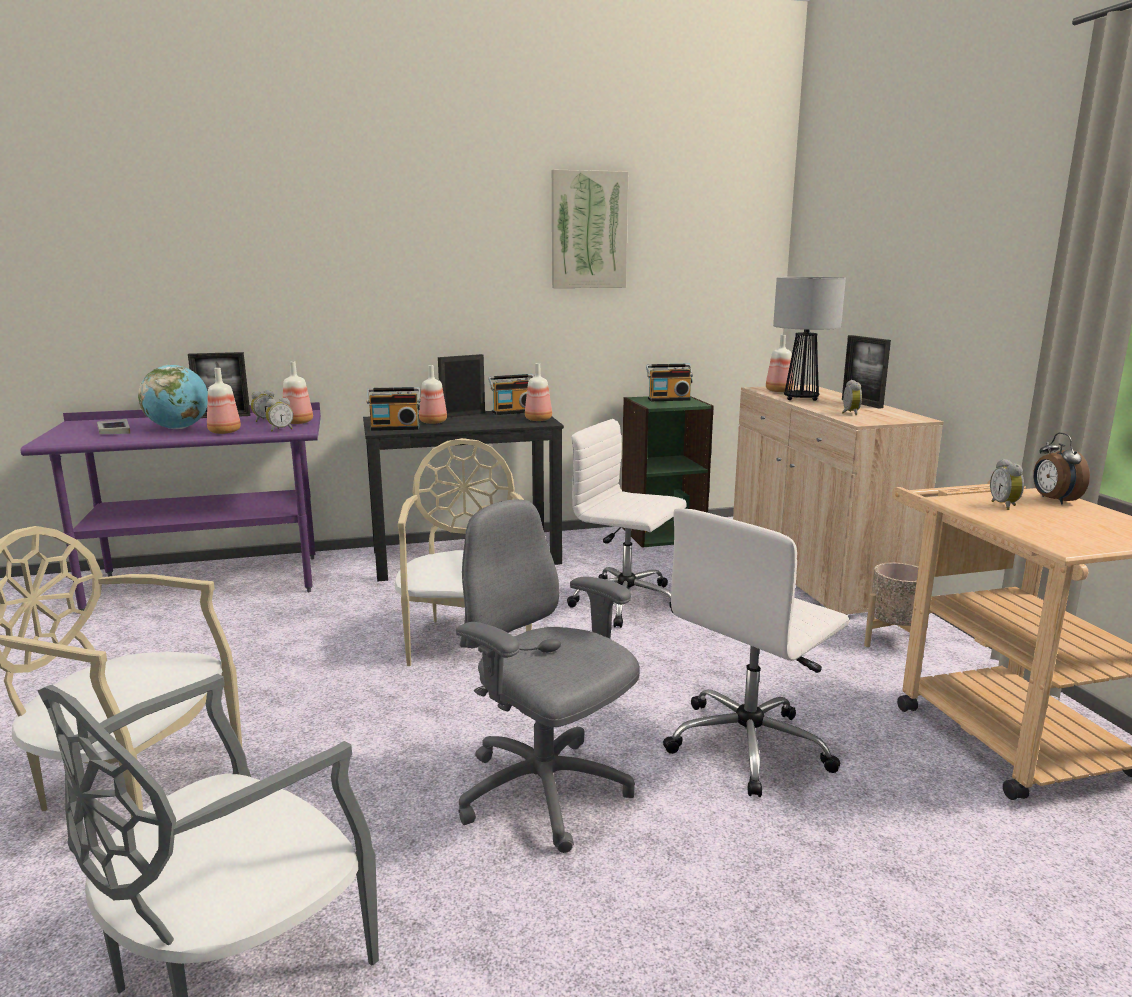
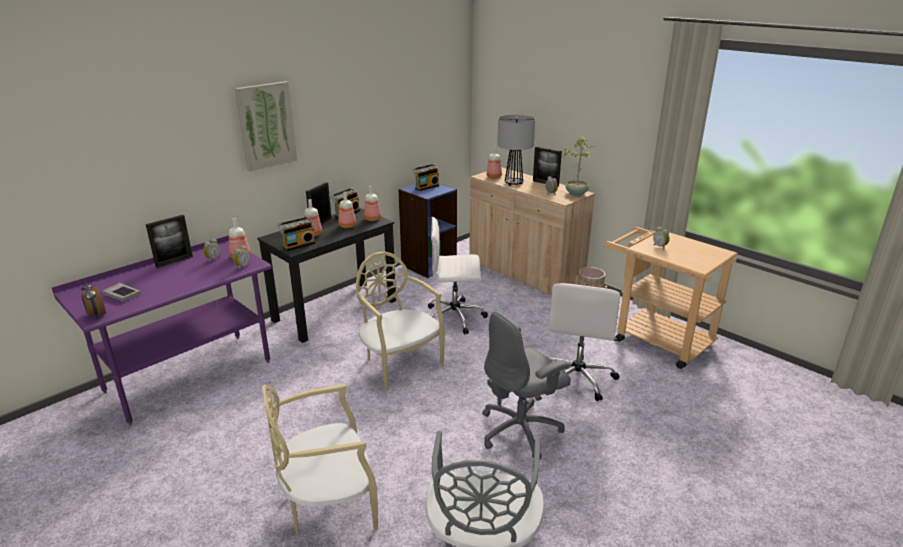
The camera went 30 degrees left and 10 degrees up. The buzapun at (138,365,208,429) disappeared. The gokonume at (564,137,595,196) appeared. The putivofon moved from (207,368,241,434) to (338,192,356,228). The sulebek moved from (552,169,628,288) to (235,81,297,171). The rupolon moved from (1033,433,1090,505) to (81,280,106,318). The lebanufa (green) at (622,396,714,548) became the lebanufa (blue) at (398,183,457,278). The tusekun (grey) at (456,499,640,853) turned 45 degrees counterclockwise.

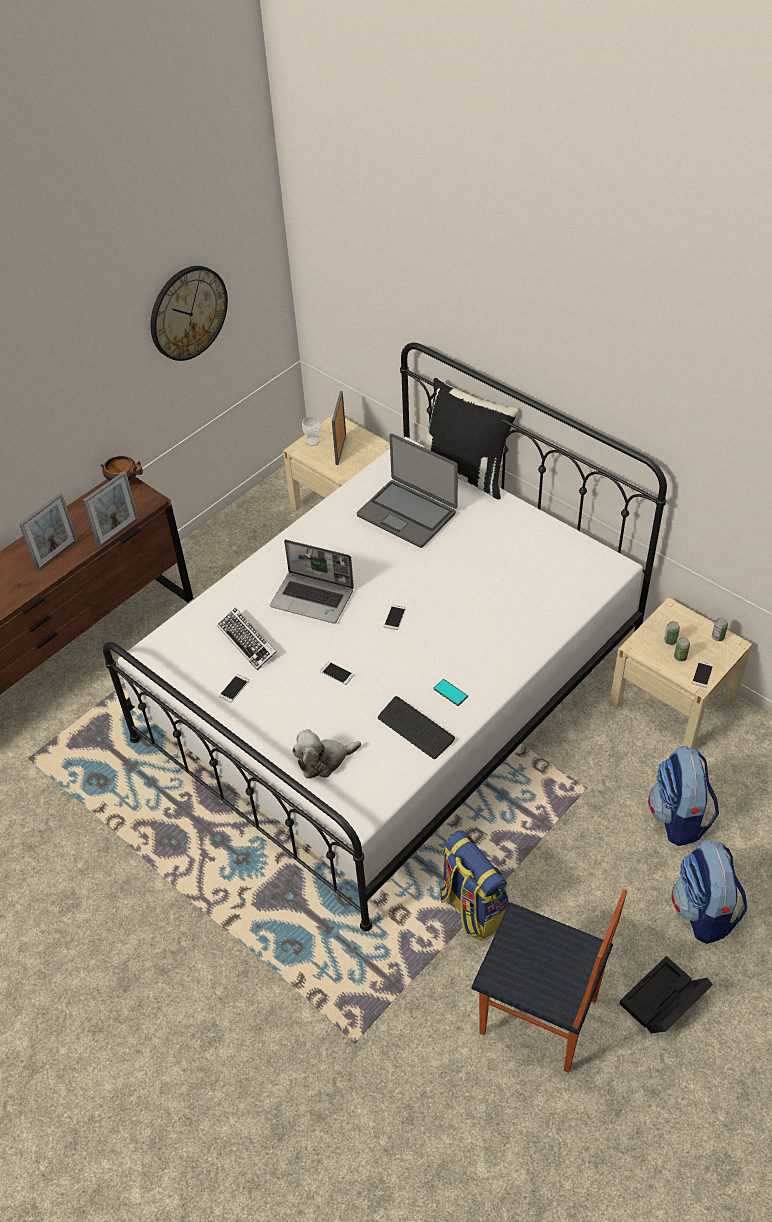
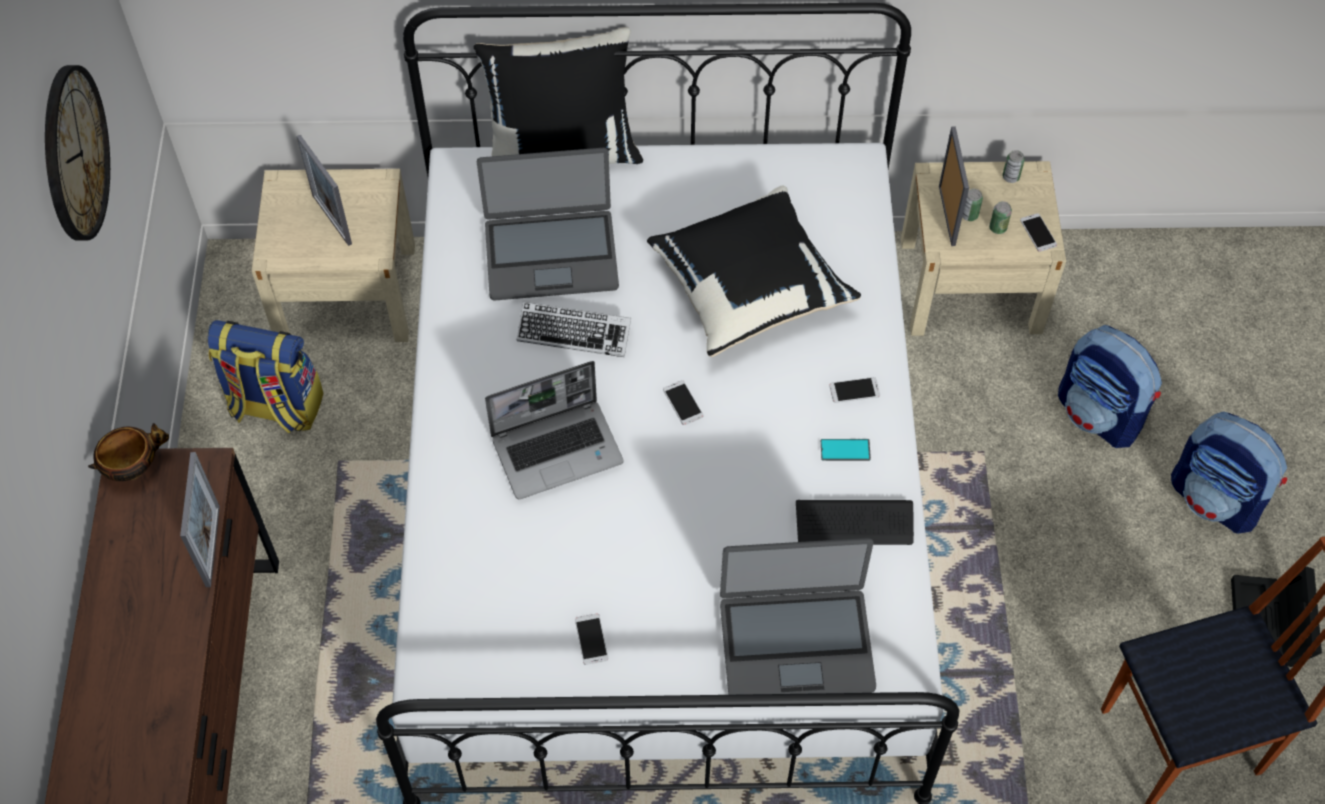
The camera went 45 degrees left and 10 degrees up. The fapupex at (302,416,321,446) disappeared. The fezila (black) at (647,186,861,357) appeared. The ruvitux moved from (19,492,77,571) to (939,126,969,246). The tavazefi moved from (217,607,277,670) to (517,302,631,357). The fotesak moved from (320,661,354,685) to (829,377,880,403). The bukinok moved from (440,830,509,941) to (208,320,324,433). The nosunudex at (292,729,361,778) was replaced by the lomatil at (720,538,876,695).

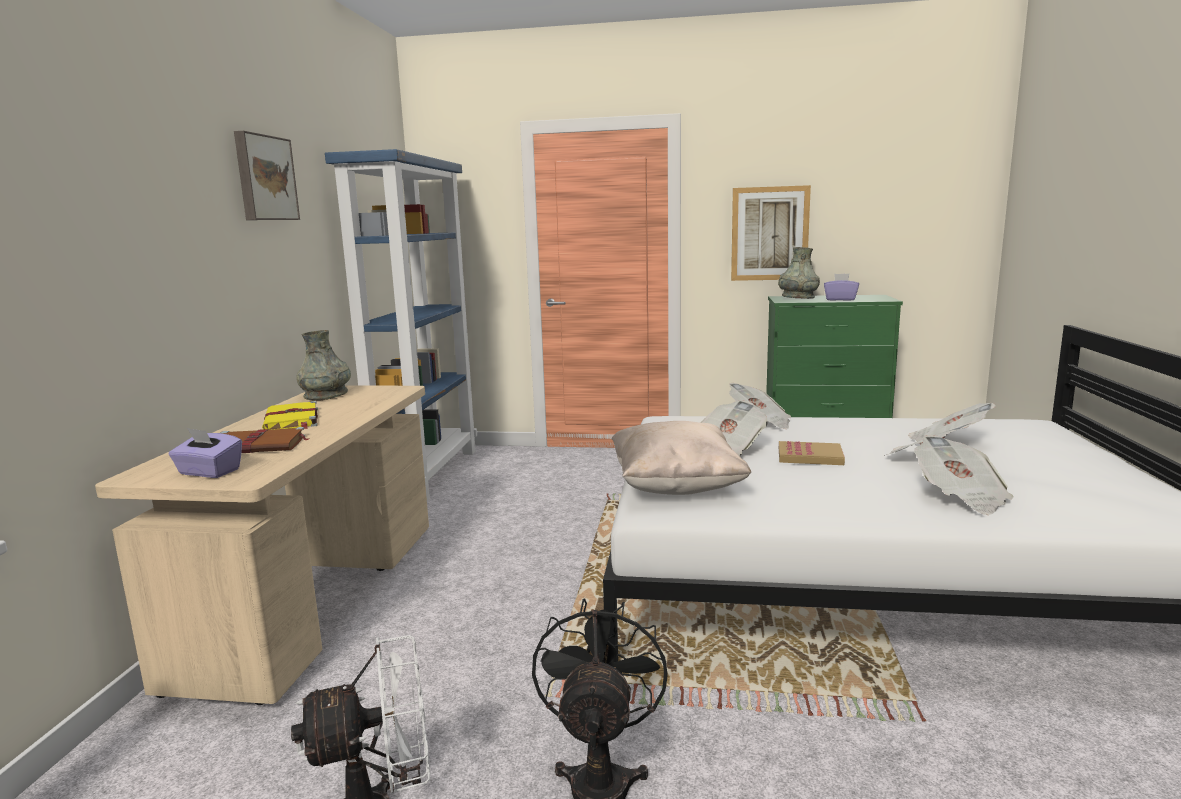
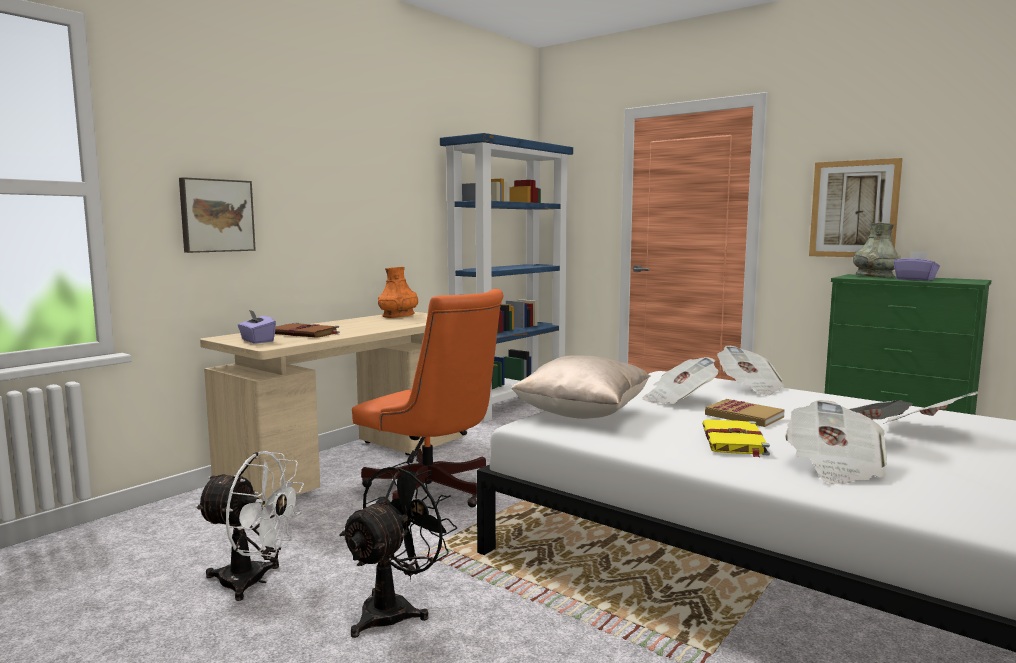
The camera went 30 degrees right and 5 degrees down. The tusekun (orange) at (352,289,504,508) appeared. The sulebek moved from (234,131,300,220) to (179,177,256,253). The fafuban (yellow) moved from (262,401,318,430) to (702,419,770,457). The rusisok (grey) at (296,330,351,400) became the rusisok (orange) at (378,267,418,318).

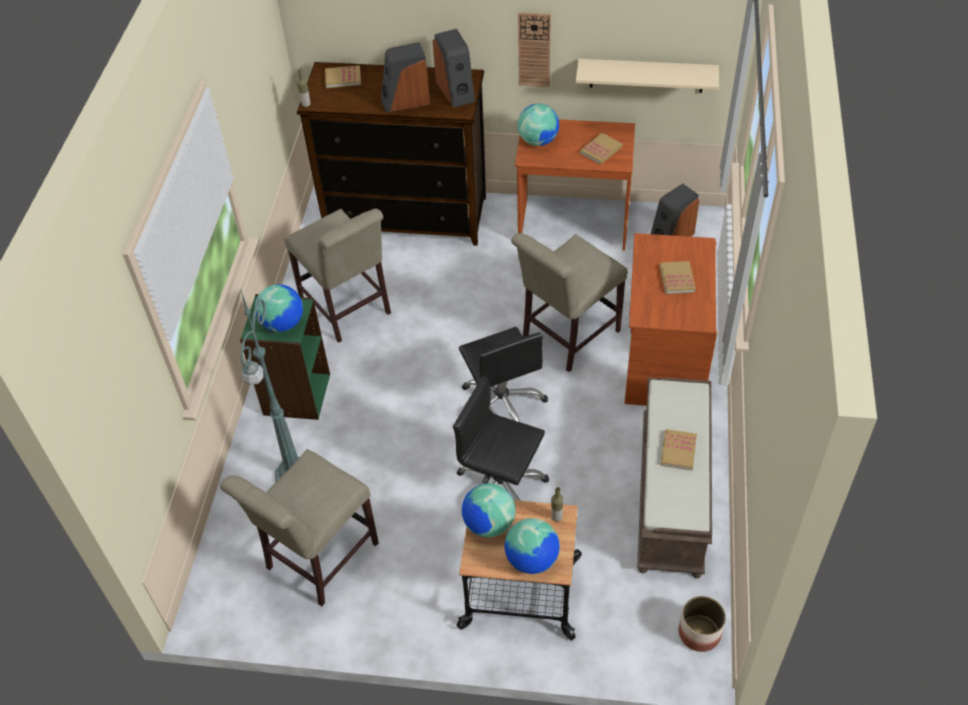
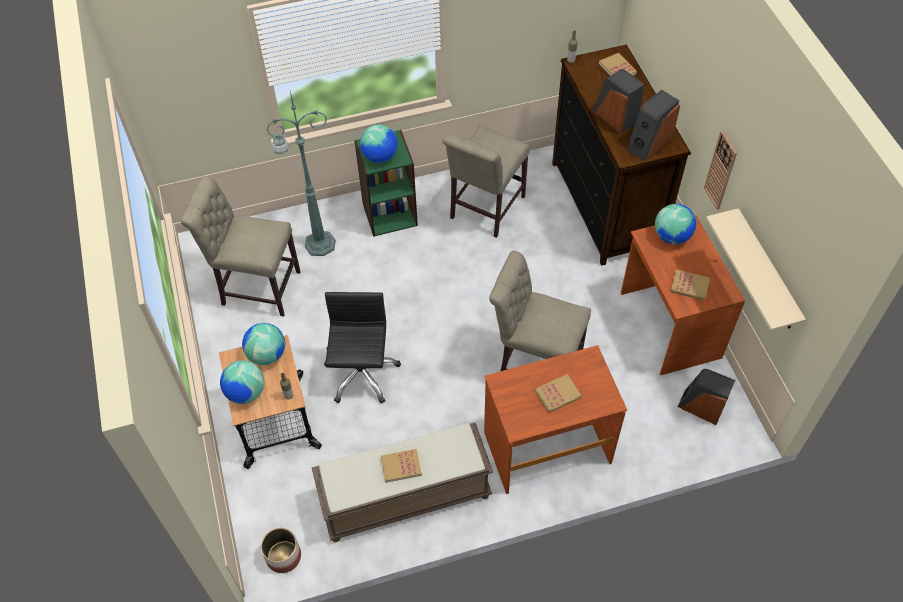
The camera went 65 degrees right and 5 degrees up. The tusekun (black) at (459,327,548,422) disappeared.

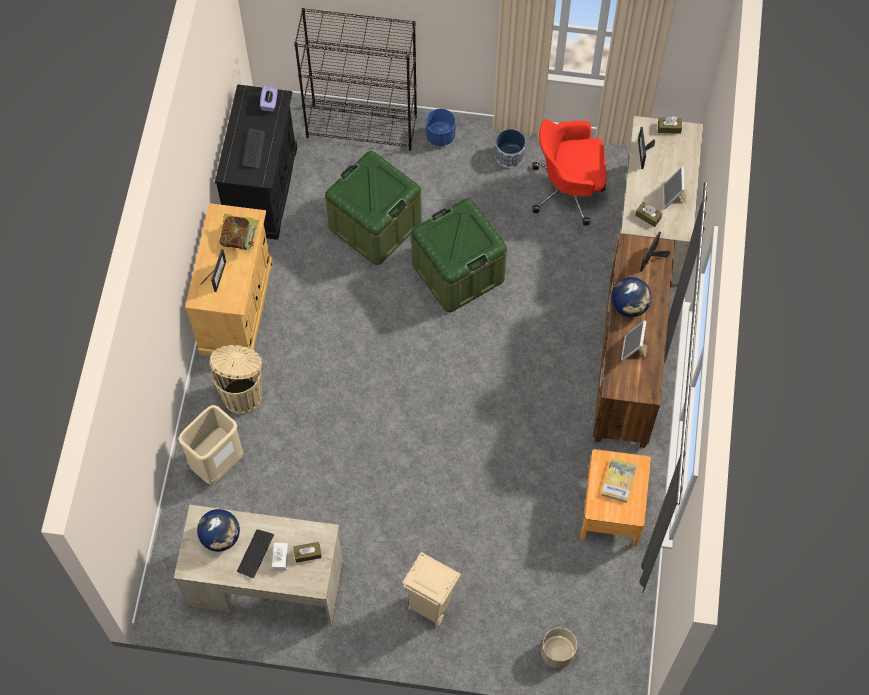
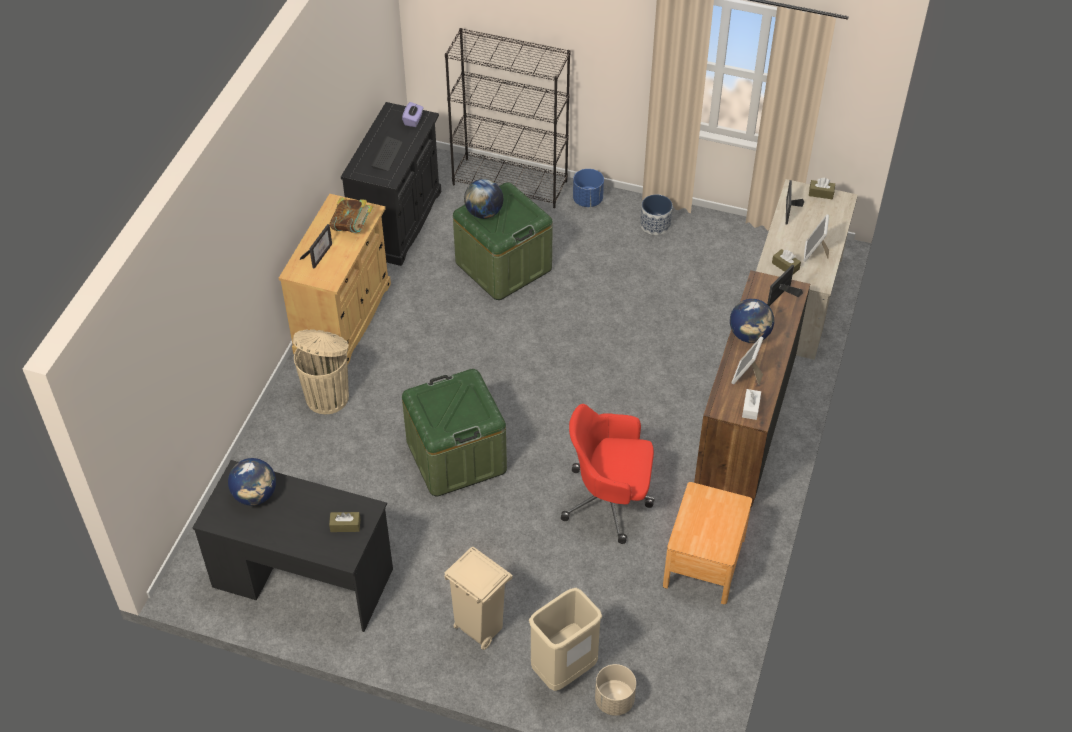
The camera went 10 degrees right and 15 degrees down. The tavazefi at (237,529,274,578) disappeared. The fafuban at (601,458,637,503) disappeared. The buzapun at (464,179,504,219) appeared. The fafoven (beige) moved from (178,405,243,485) to (529,588,602,691). The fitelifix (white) moved from (272,542,288,571) to (742,389,761,420). The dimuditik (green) moved from (411,199,507,312) to (402,369,507,496). The tusekun (red) moved from (532,119,606,226) to (561,404,654,544). The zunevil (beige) at (174,505,343,626) became the zunevil (black) at (192,460,393,632).

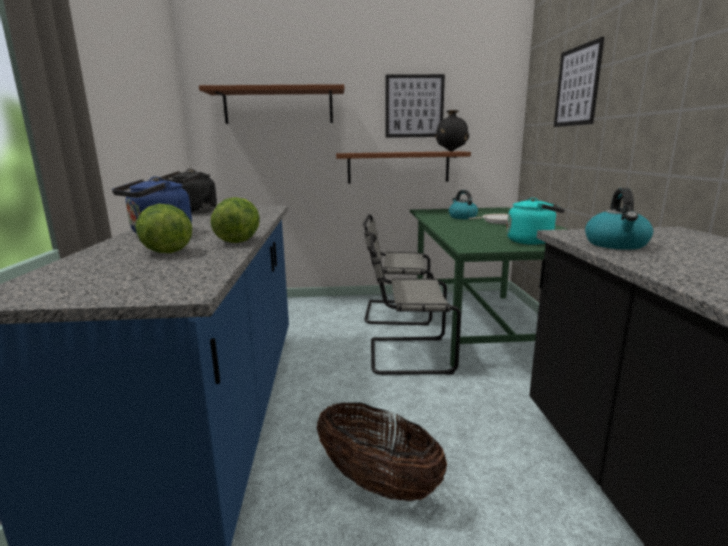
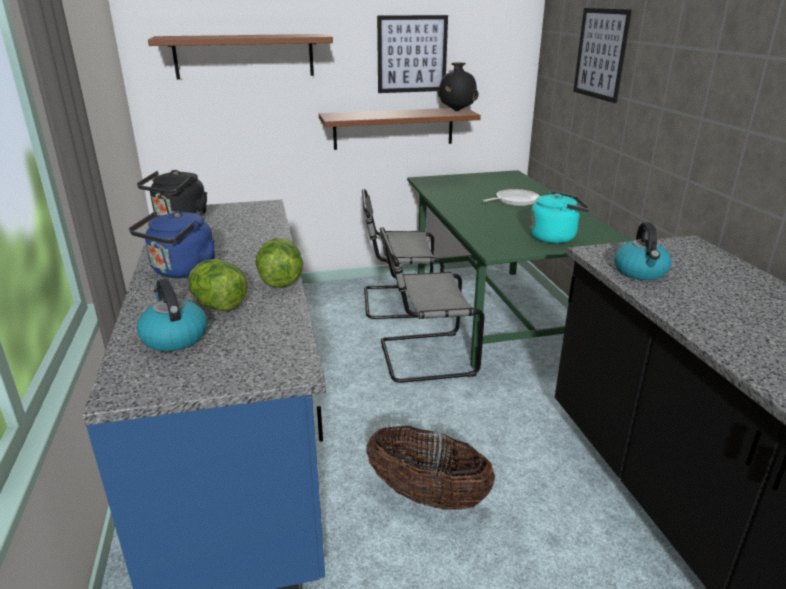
The camera went 10 degrees left and 10 degrees up. The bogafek moved from (449,190,478,219) to (137,278,207,352).

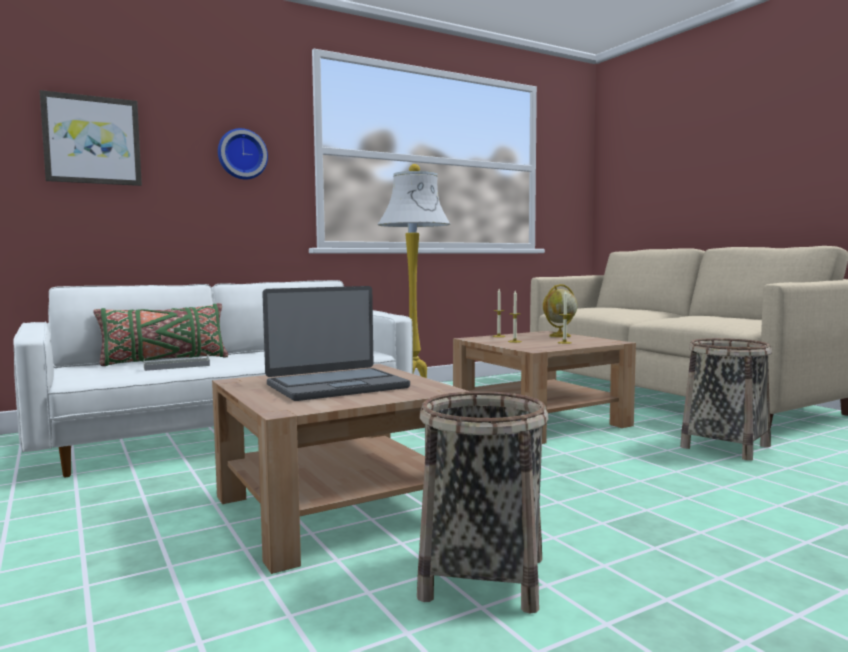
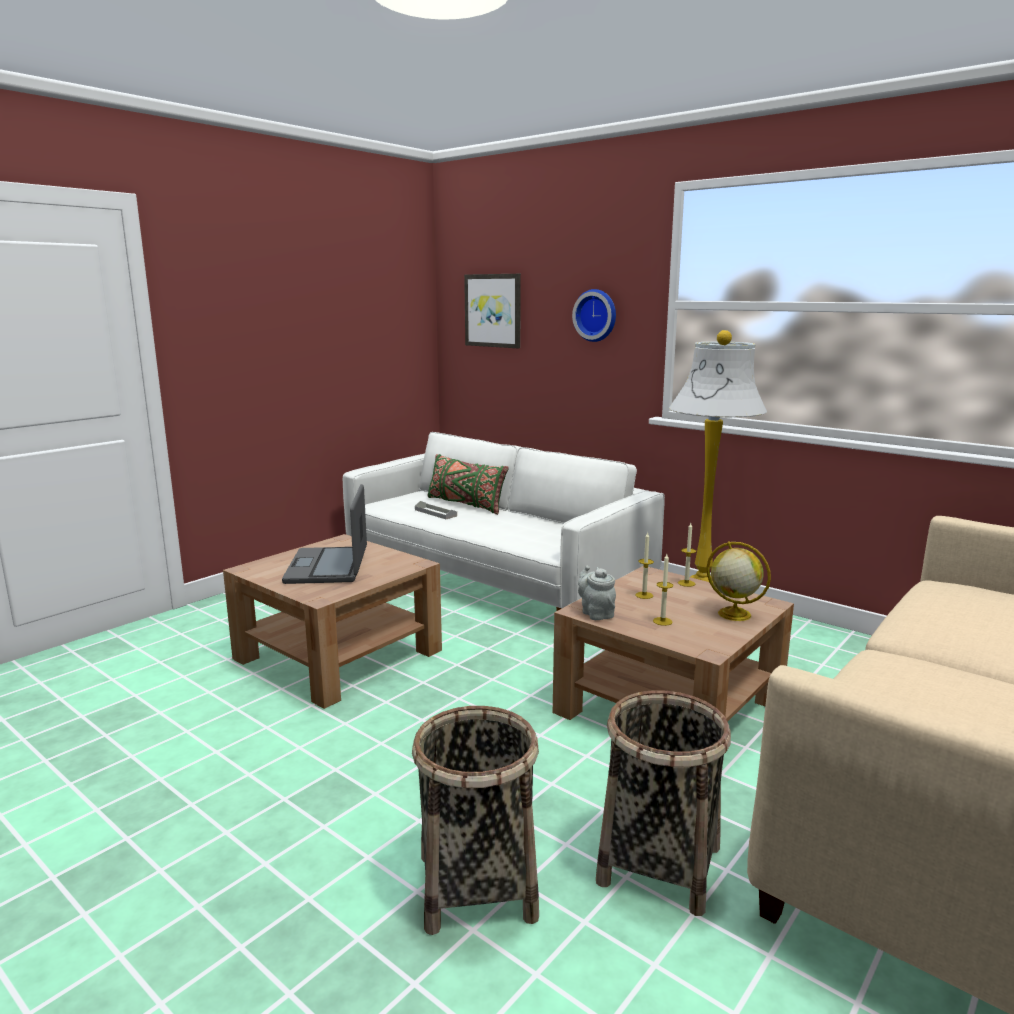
The camera went 70 degrees right and 10 degrees up. The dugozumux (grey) at (578,565,616,620) appeared. The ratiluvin moved from (417,391,548,614) to (412,706,539,935). The lomatil at (262,286,410,401) turned 45 degrees clockwise.

